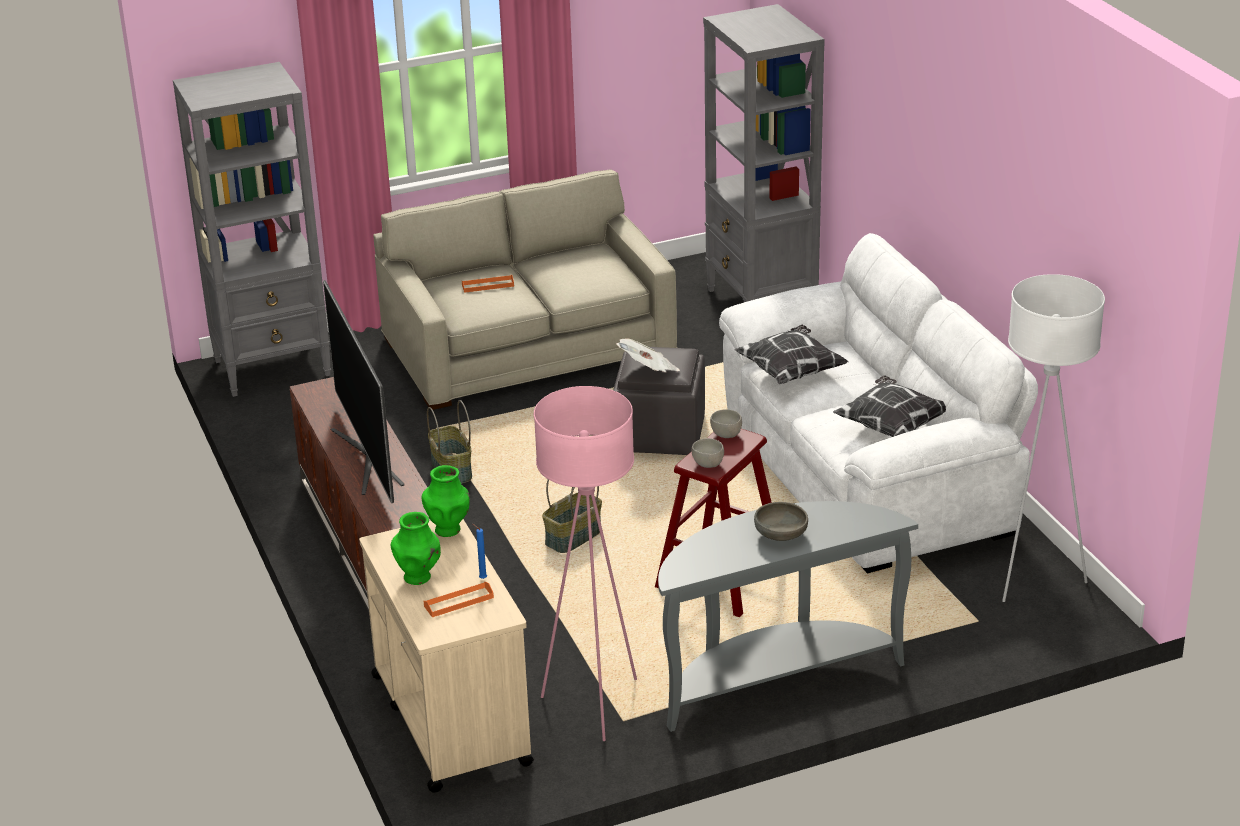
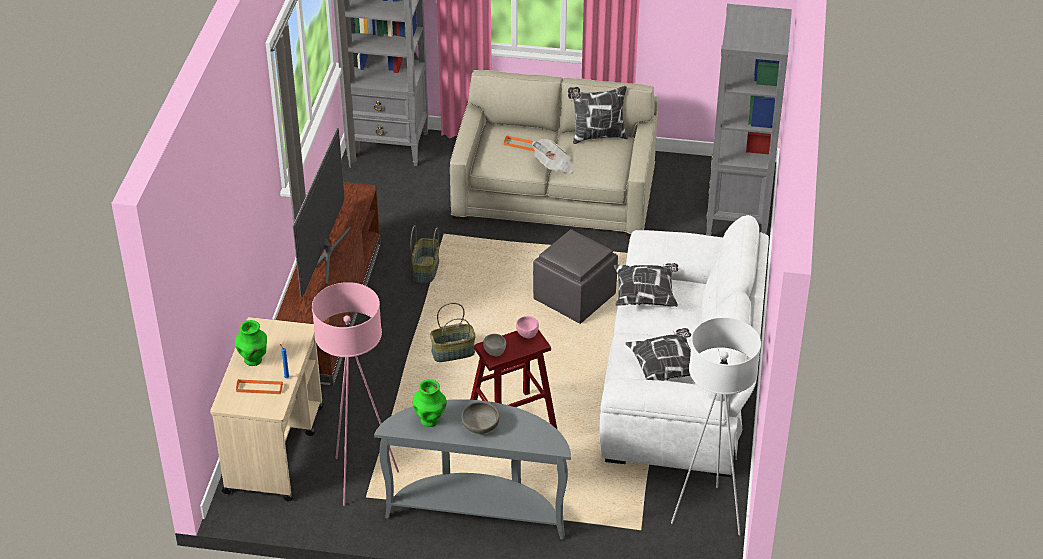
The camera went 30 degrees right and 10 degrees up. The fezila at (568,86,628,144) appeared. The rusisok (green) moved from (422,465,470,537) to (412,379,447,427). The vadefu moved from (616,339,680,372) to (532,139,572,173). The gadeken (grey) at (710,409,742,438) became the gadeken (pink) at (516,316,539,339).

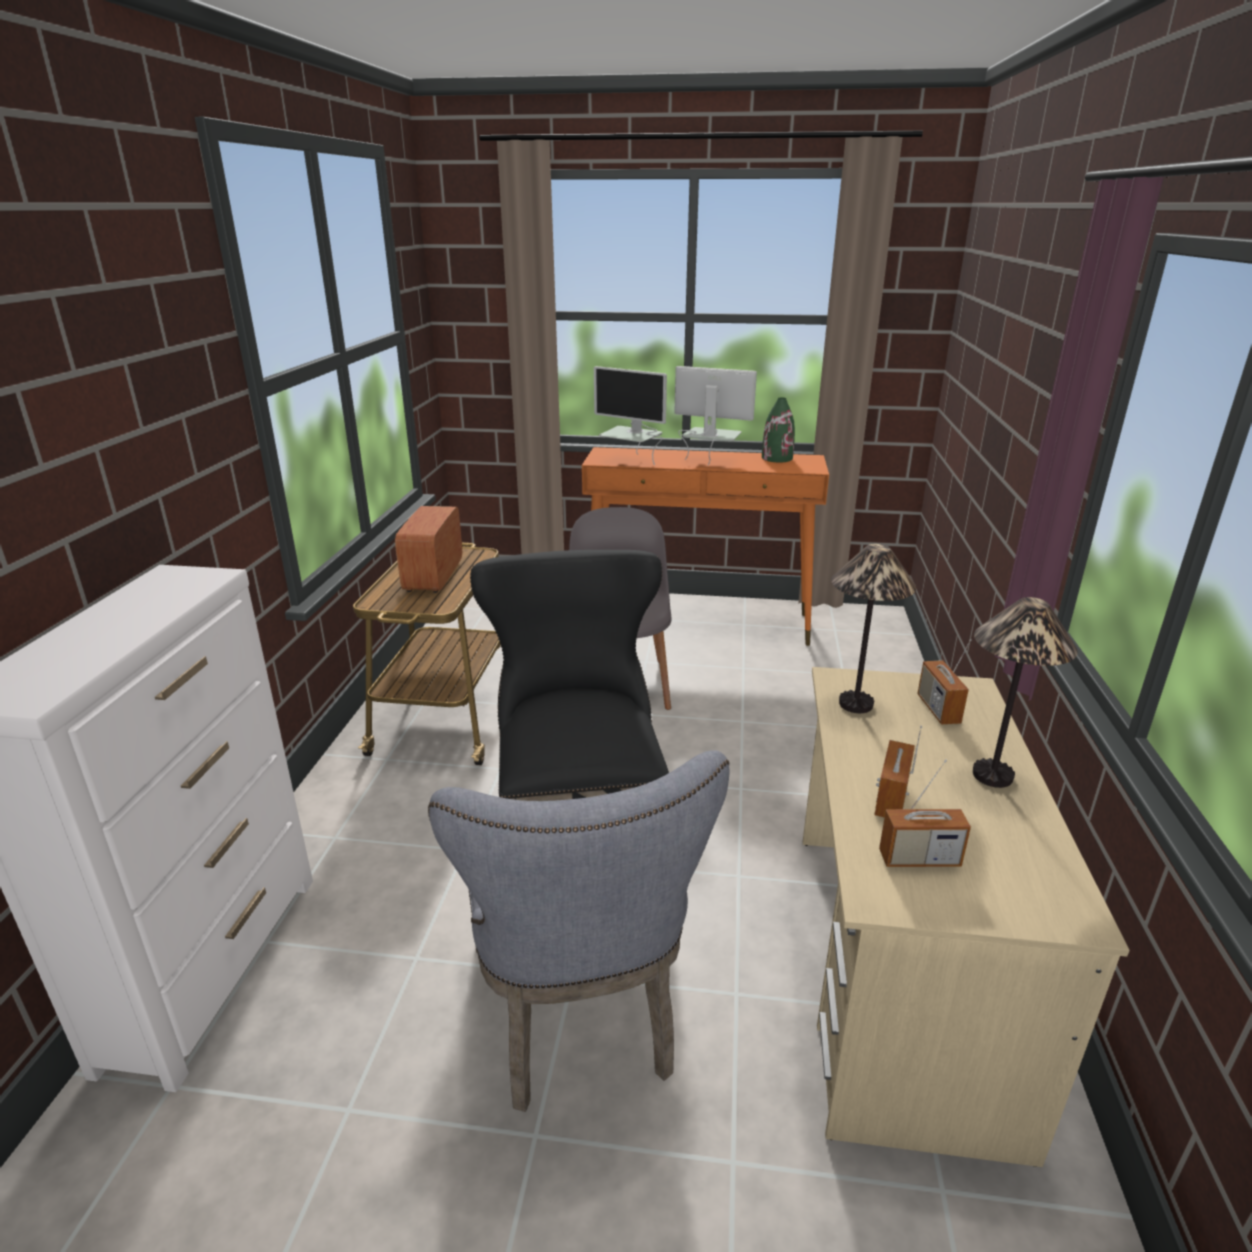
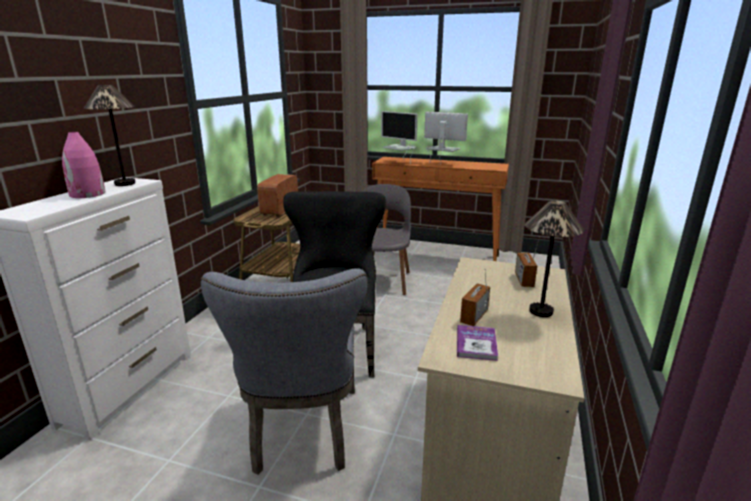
The camera went 10 degrees right and 5 degrees down. The rusisok (green) at (762,397,795,462) disappeared. The rusisok (pink) at (62,132,105,198) appeared. The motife moved from (831,544,916,713) to (84,85,135,186). The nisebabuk at (879,759,971,867) was replaced by the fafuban at (457,325,498,361).

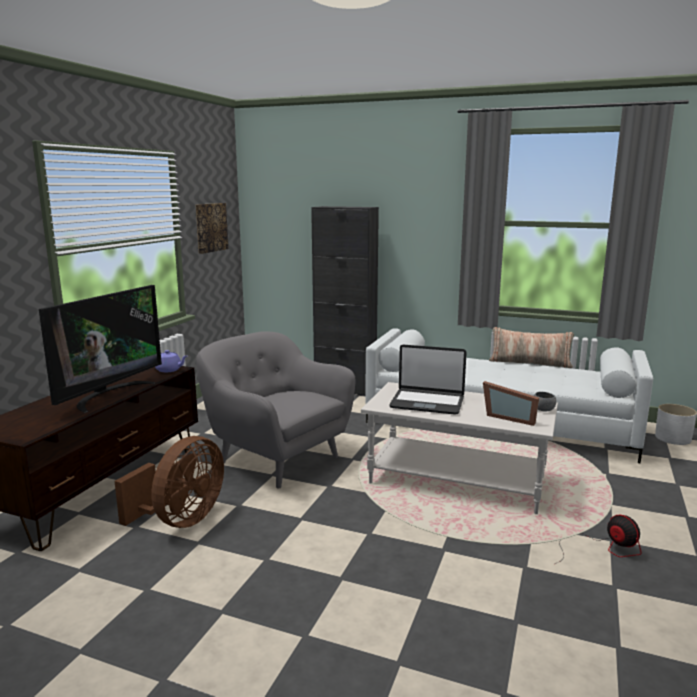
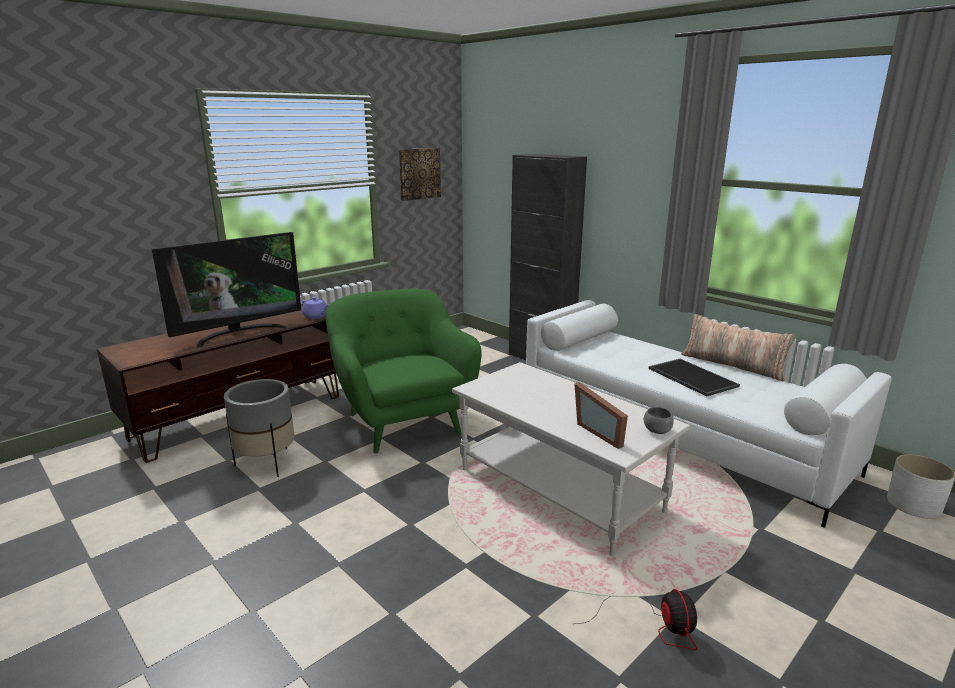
The camera went 25 degrees right and 5 degrees up. The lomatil at (389,345,467,415) disappeared. The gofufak at (648,359,740,396) appeared. The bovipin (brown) at (114,436,224,528) was replaced by the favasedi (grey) at (224,379,295,477). The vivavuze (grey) at (196,331,355,489) became the vivavuze (green) at (326,288,481,453).

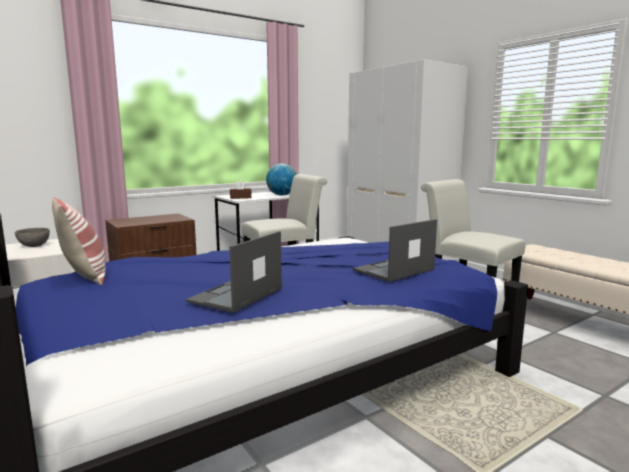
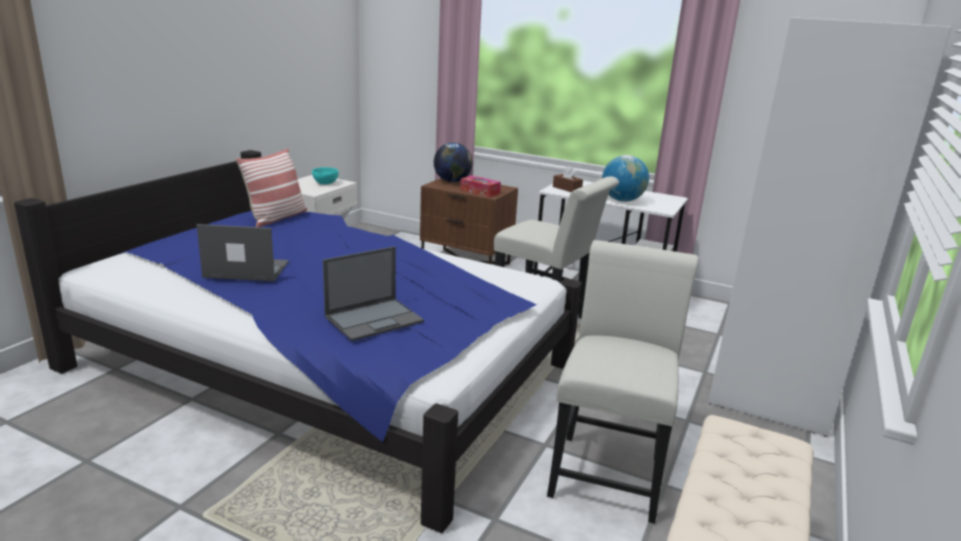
The camera went 60 degrees right and 10 degrees up. The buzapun at (434,143,473,182) appeared. The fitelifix at (460,176,501,198) appeared. The gadeken (grey) at (15,228,50,247) became the gadeken (turquoise) at (312,167,339,185). The lomatil at (353,219,437,282) turned 120 degrees clockwise.

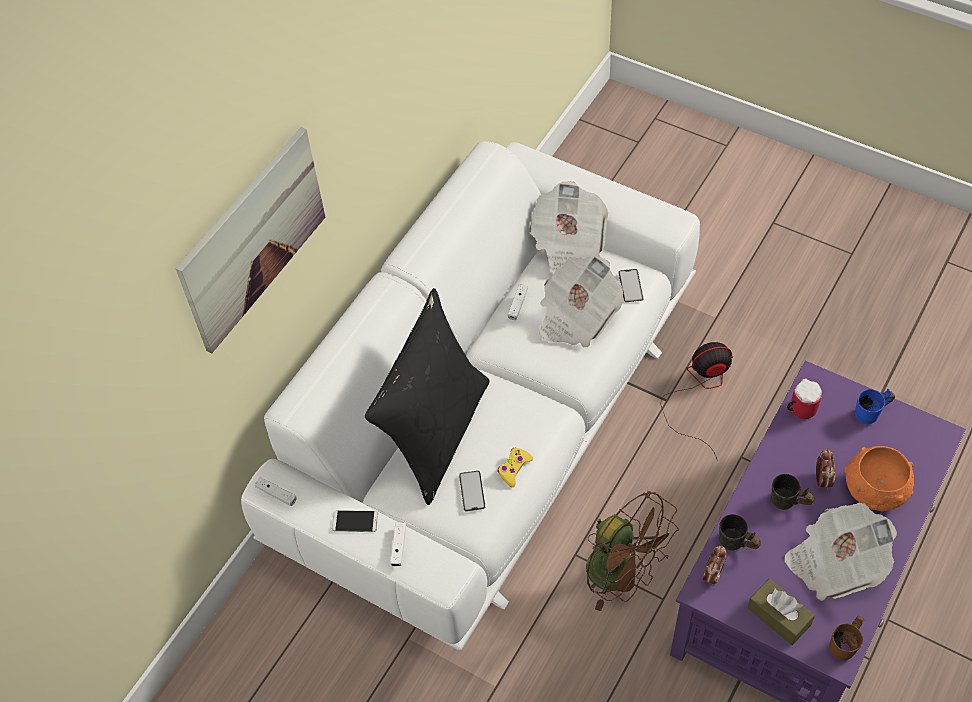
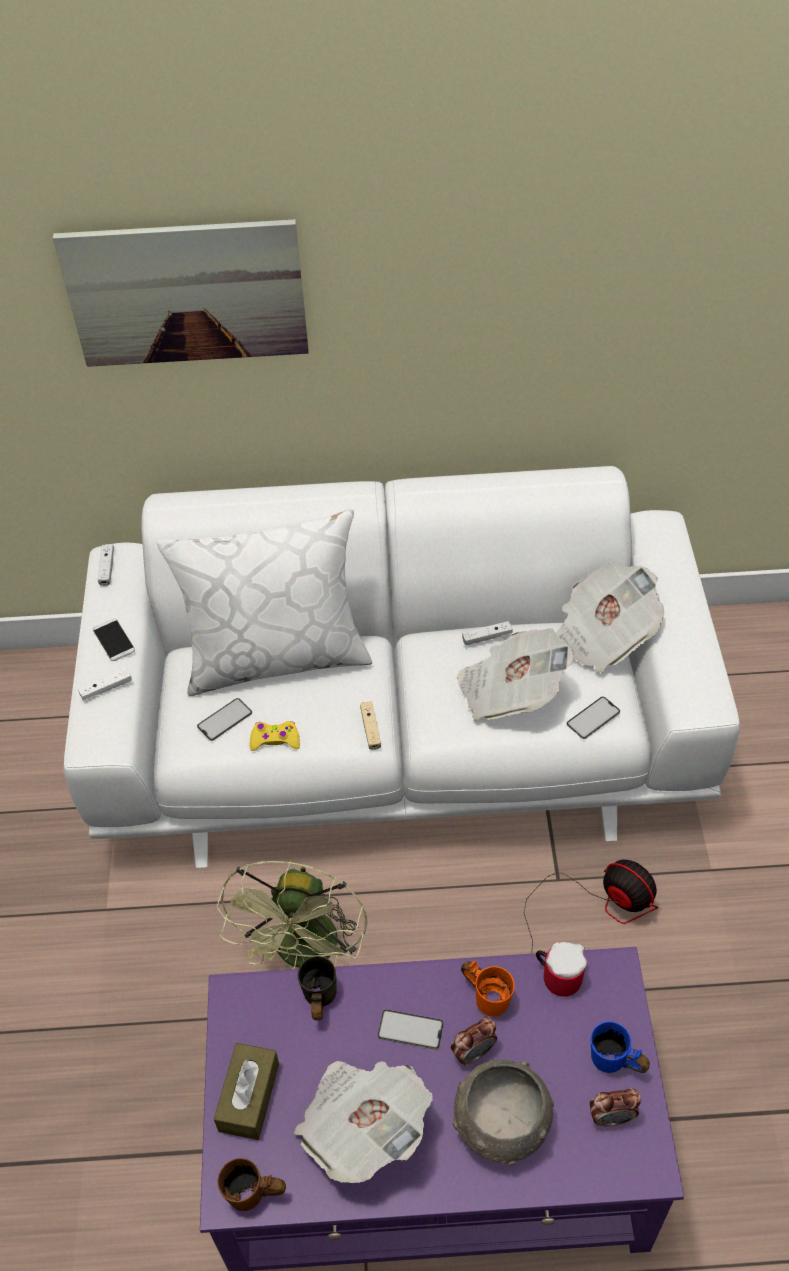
The camera went 55 degrees right and 5 degrees down. The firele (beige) at (360,701,381,750) appeared. The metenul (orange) at (461,960,515,1017) appeared. The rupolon moved from (703,546,727,586) to (590,1088,641,1126). The metenul (grey) at (771,474,814,510) was replaced by the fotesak at (378,1009,444,1050). The fezila (black) at (365,288,490,505) became the fezila (white) at (157,508,372,696). The bovipin (brown) at (586,491,679,611) became the bovipin (green) at (217,861,368,970). The gadeken (orange) at (844,446,914,511) became the gadeken (grey) at (453,1059,554,1166).

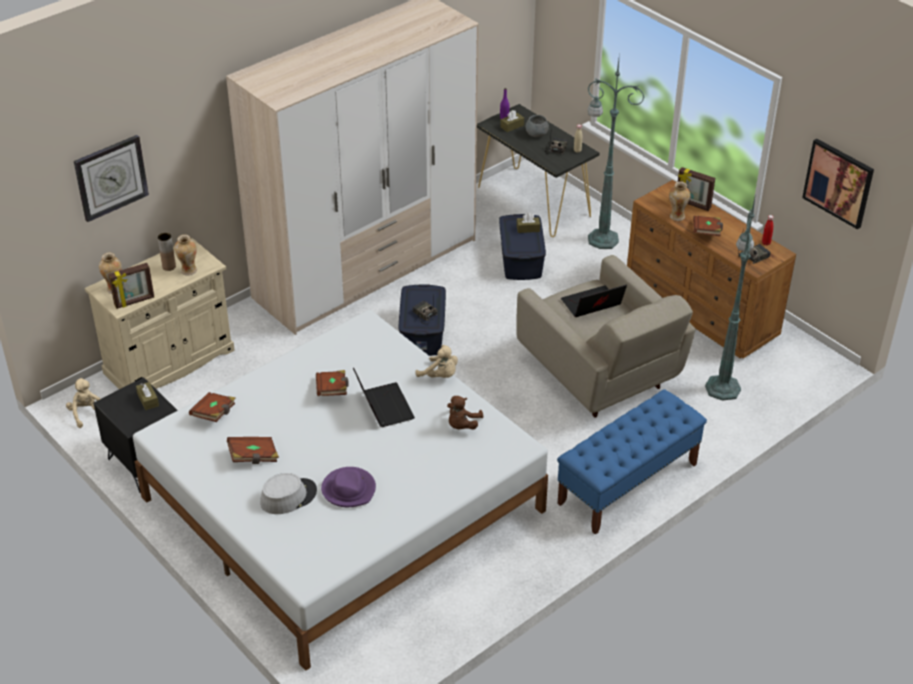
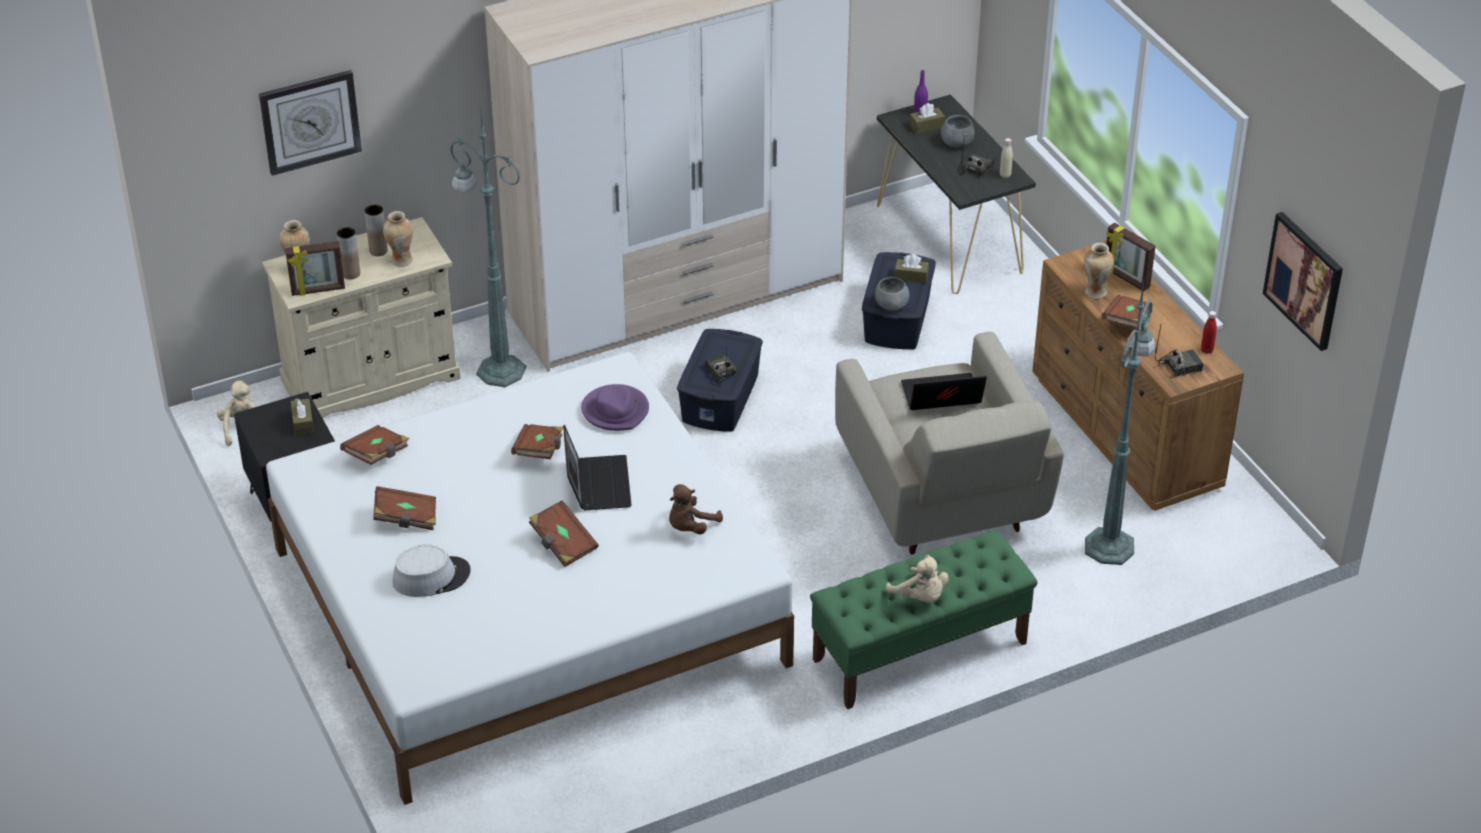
The camera went 15 degrees right and 0 degrees up. The rusisok (brown) at (337,227,360,279) appeared. The fafuban (brown) at (529,500,599,567) appeared. The gadeken (grey) at (875,277,909,310) appeared. The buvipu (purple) moved from (321,467,376,507) to (581,384,649,431). The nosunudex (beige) moved from (415,345,458,378) to (886,555,949,602). The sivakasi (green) moved from (588,60,645,249) to (450,106,526,387). The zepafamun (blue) at (557,389,707,535) became the zepafamun (green) at (810,530,1038,709).

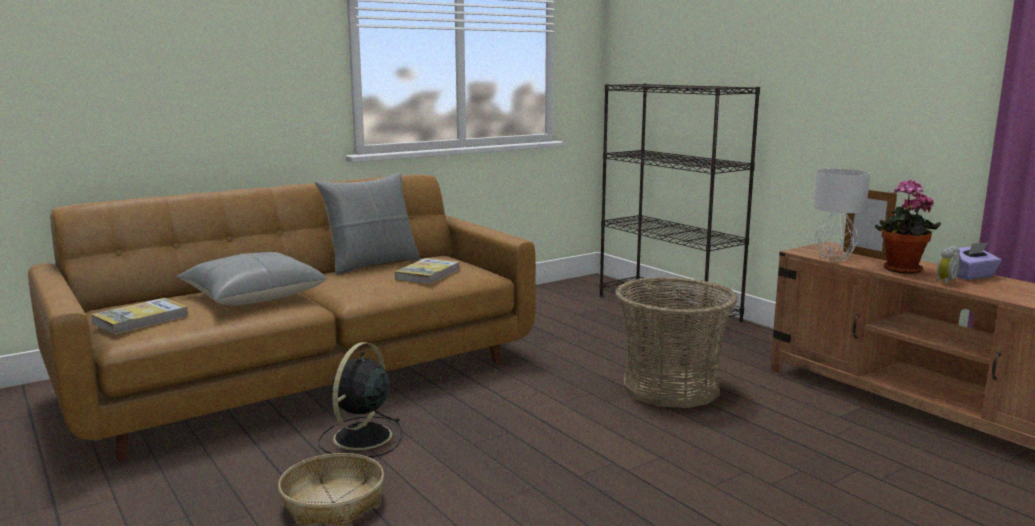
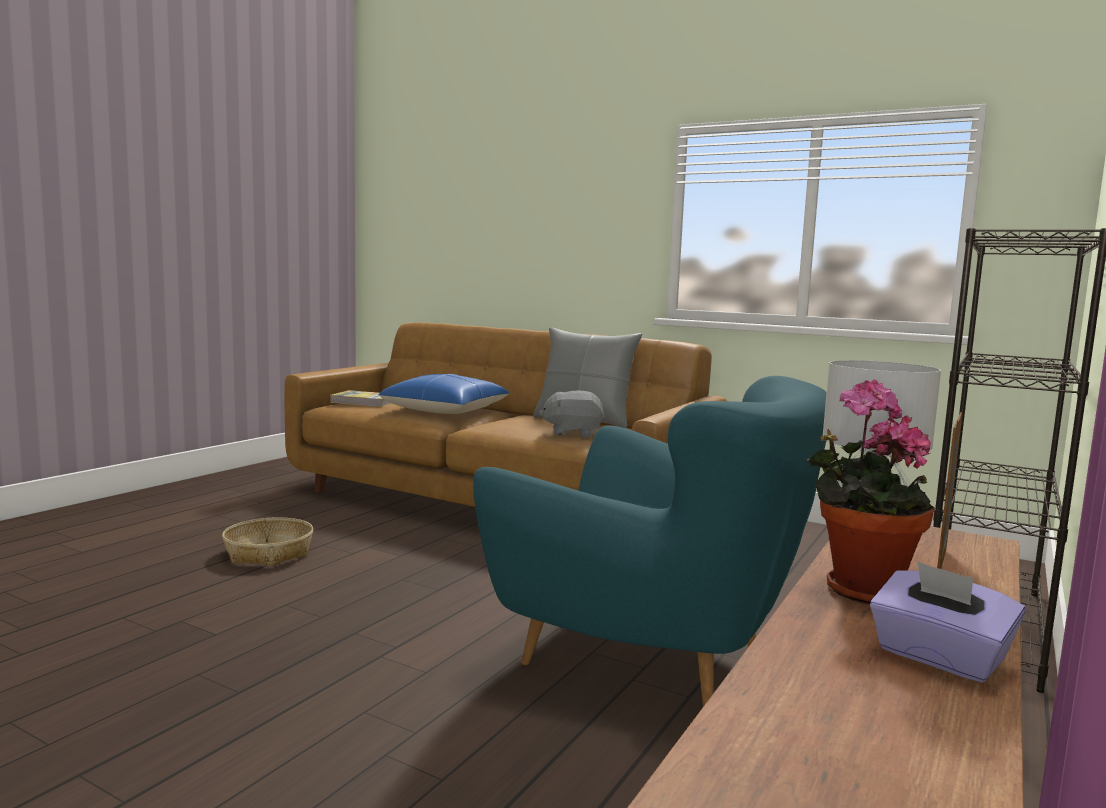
The camera went 65 degrees right and 5 degrees down. The bovipin (black) at (318,342,402,457) disappeared. The rupolon at (936,246,961,285) disappeared. The fafuban at (395,258,460,284) was replaced by the nosunudex (grey) at (539,390,605,438). The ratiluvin at (615,277,738,408) was replaced by the vivavuze (turquoise) at (473,376,827,707). The fezila (grey) at (176,252,327,305) became the fezila (blue) at (378,374,510,414).

